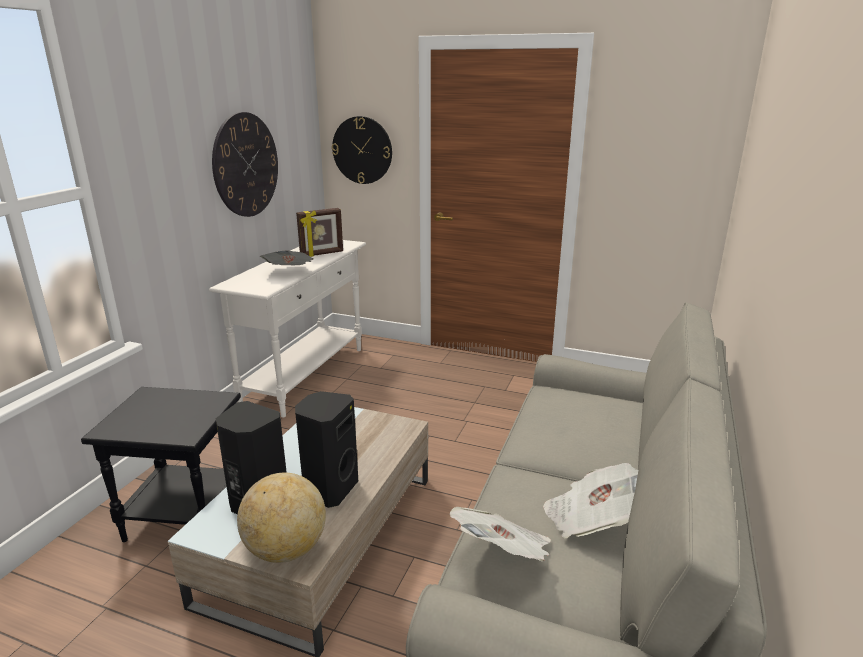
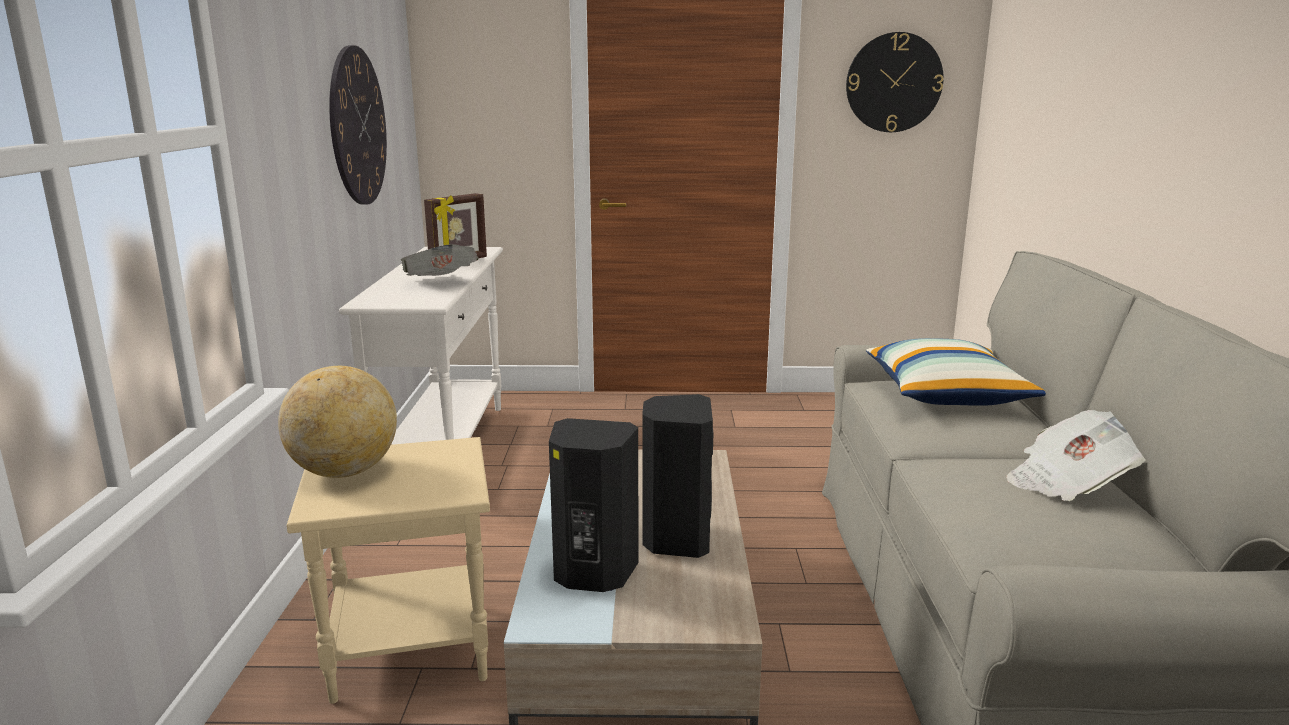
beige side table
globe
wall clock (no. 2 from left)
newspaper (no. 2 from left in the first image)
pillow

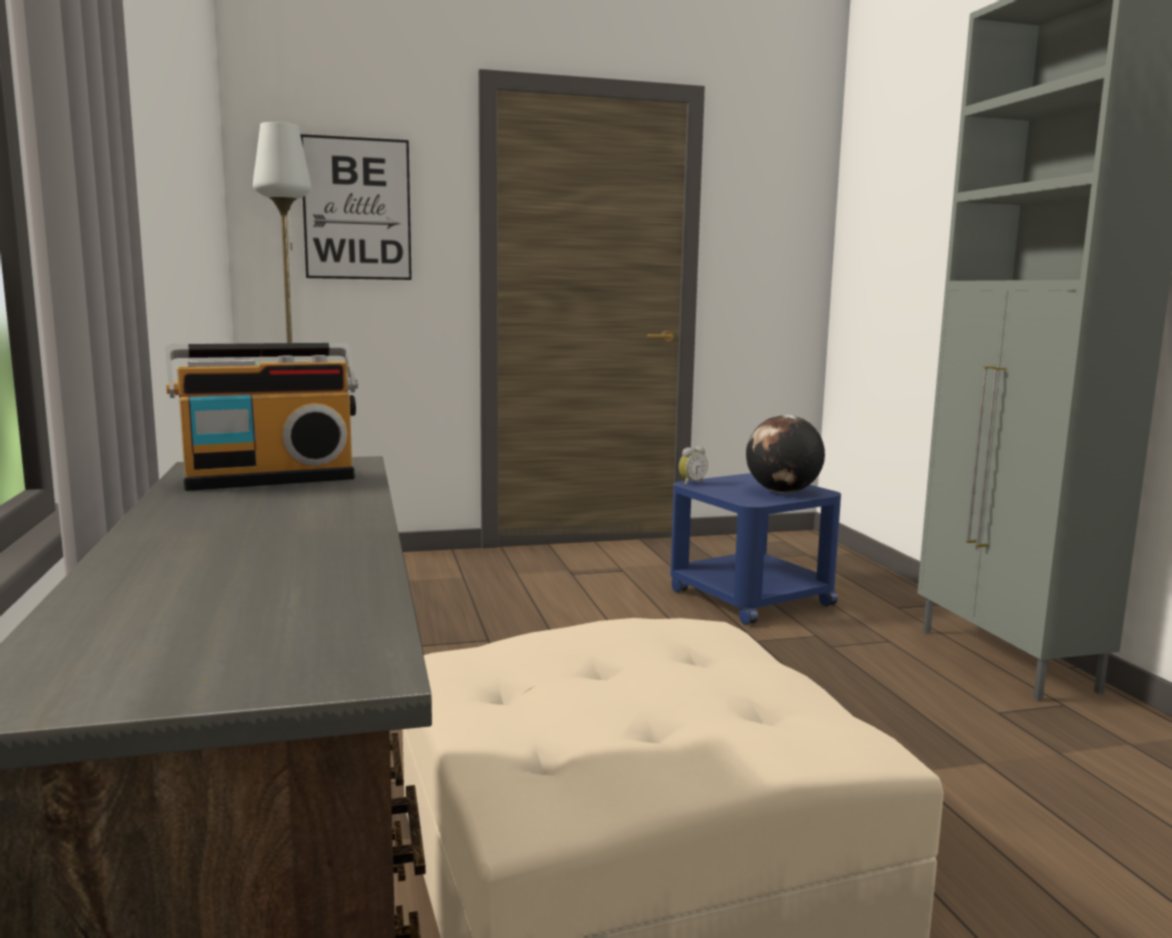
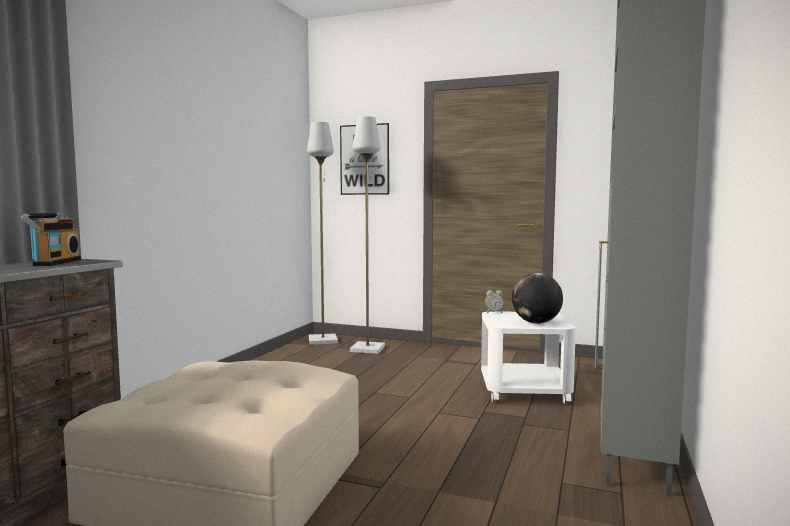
radio
white side table
grey floor lamp (no. 2 from left)

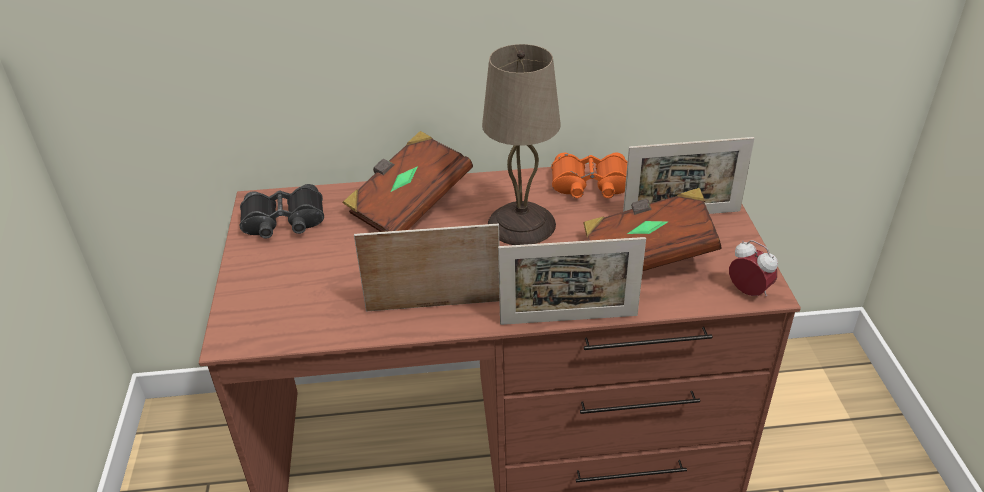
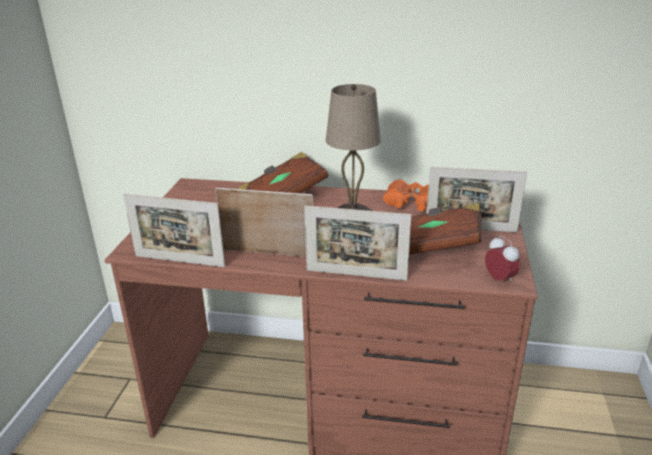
black binoculars
picture frame (no. 1 from left)

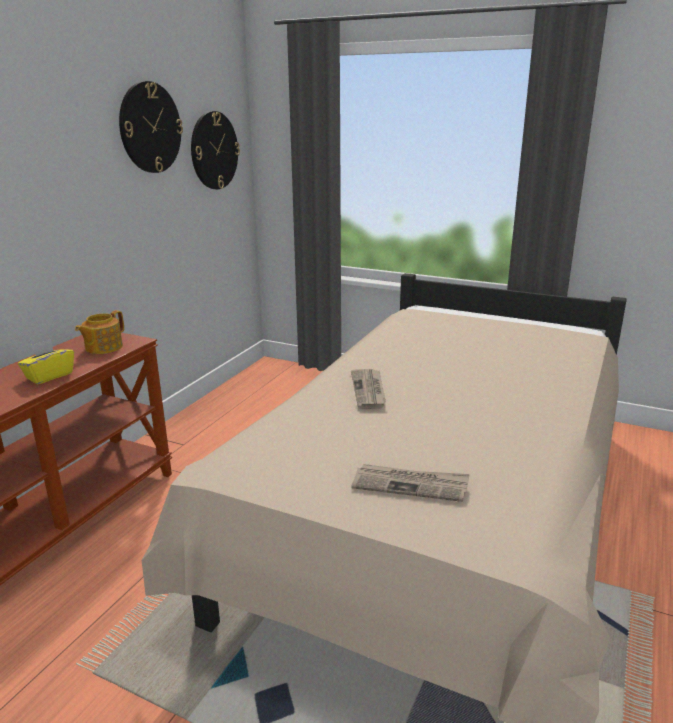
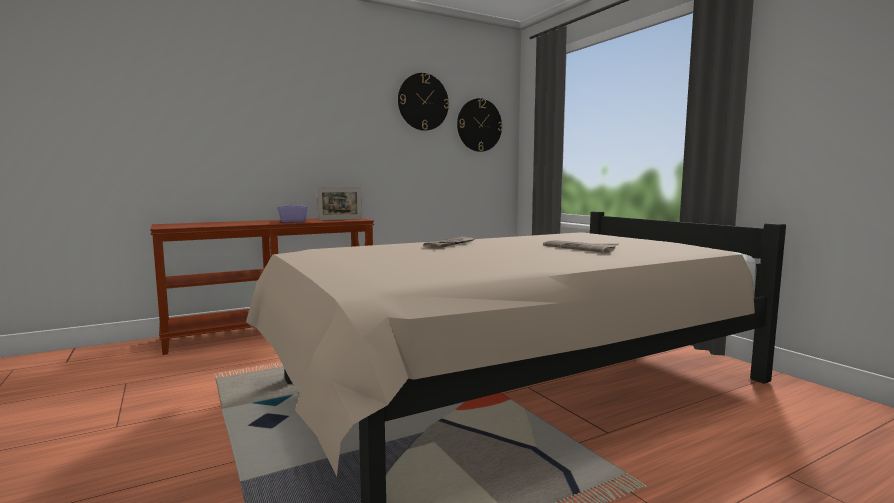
purple tissue box
picture frame
newspaper (no. 2 from left)

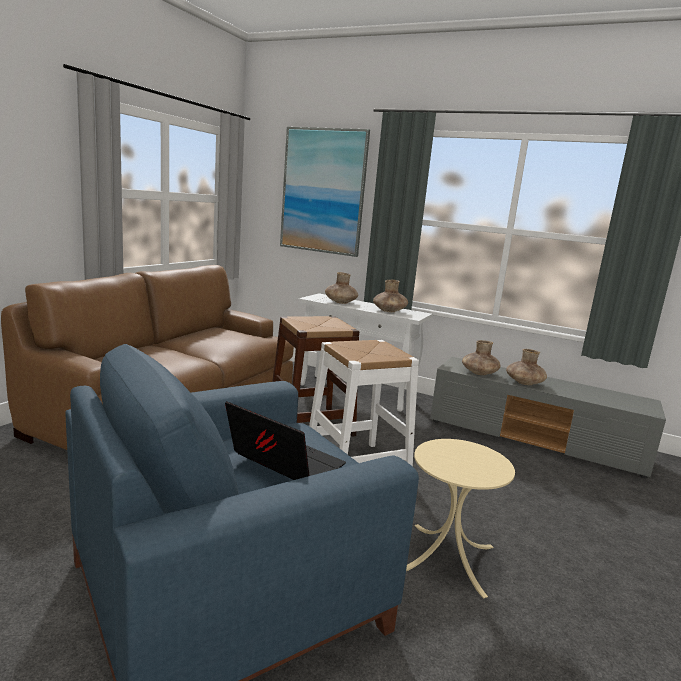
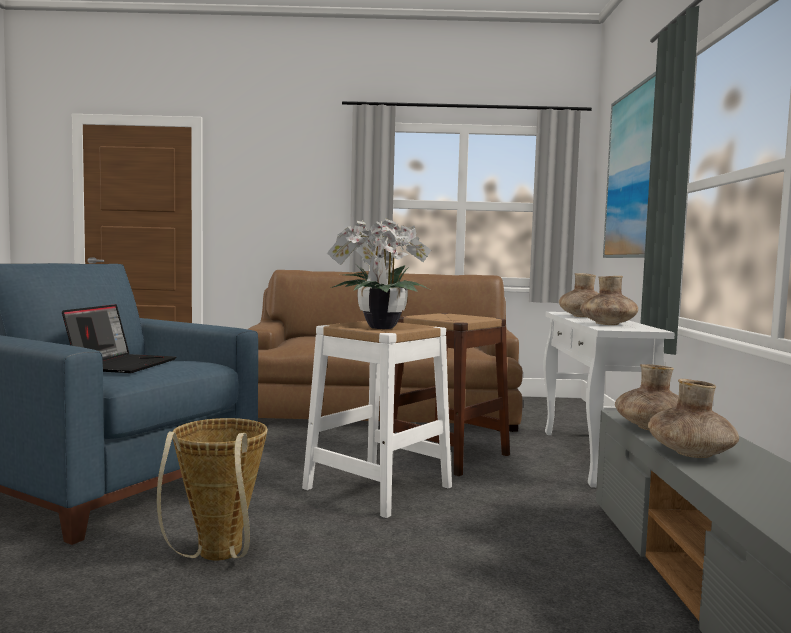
basket
potted plant

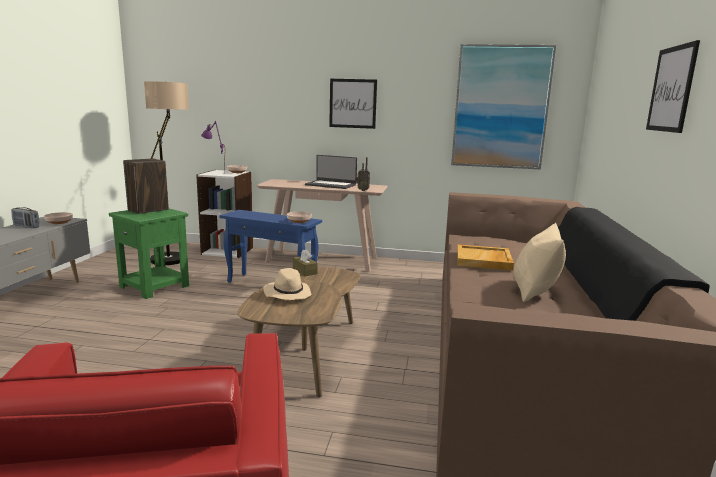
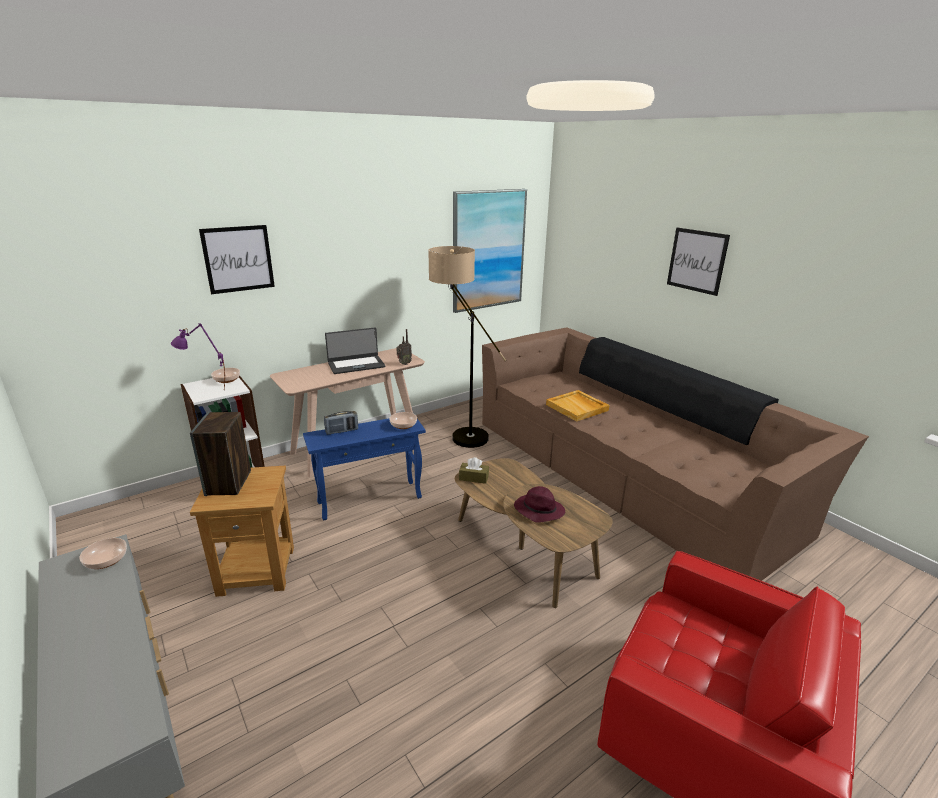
radio (no. 1 from left)
brown side table
floor lamp
purple hat
picture (no. 1 from left)
beige pillow

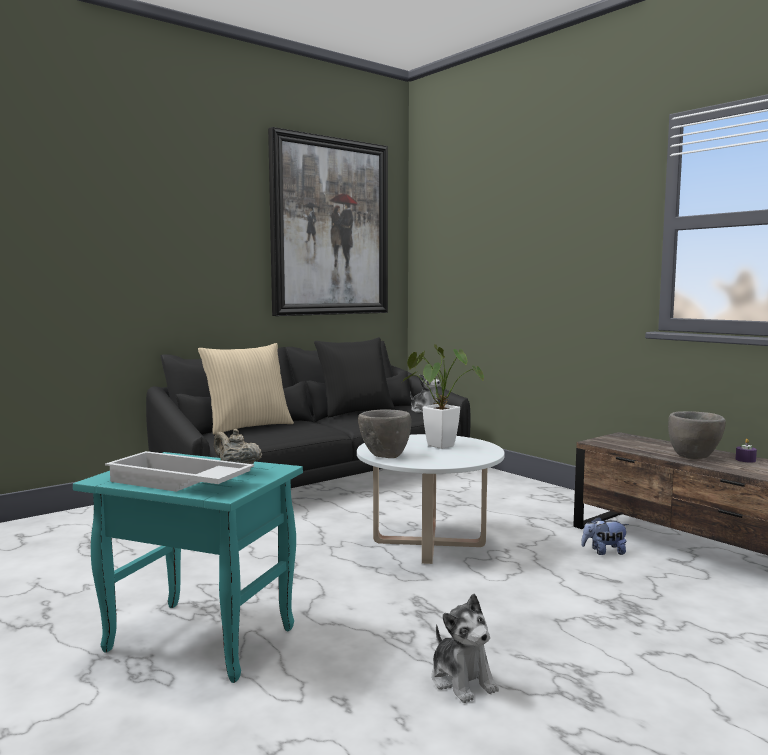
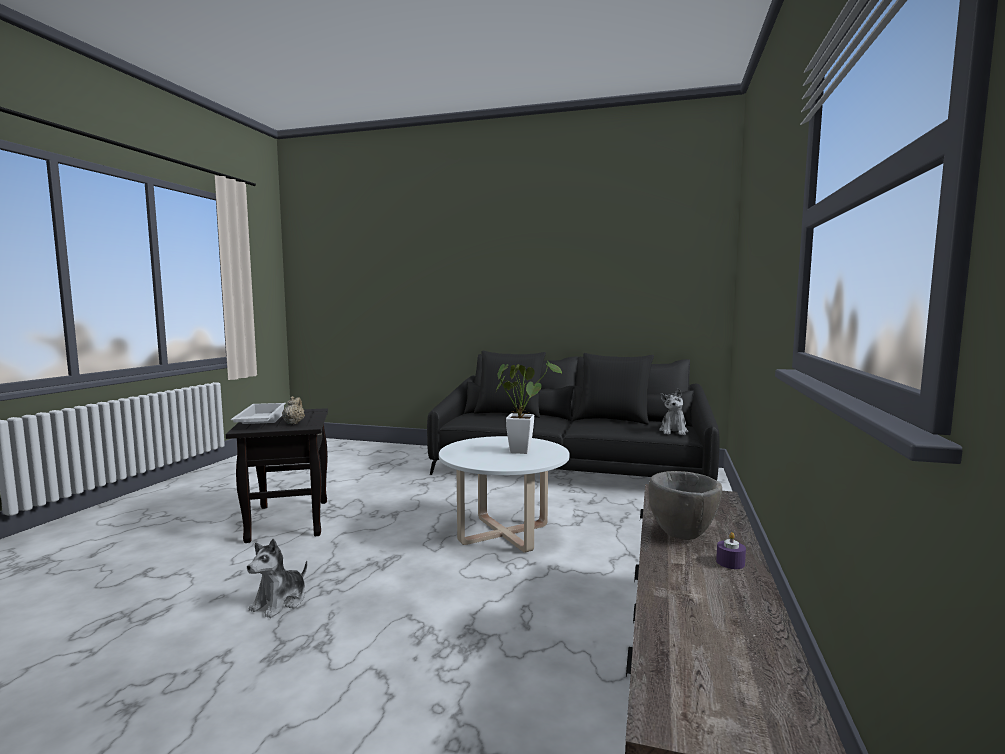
black side table
black pillow (no. 1 from left)
picture
grey bowl (no. 1 from left in the first image)
plush toy (no. 3 from left in the first image)

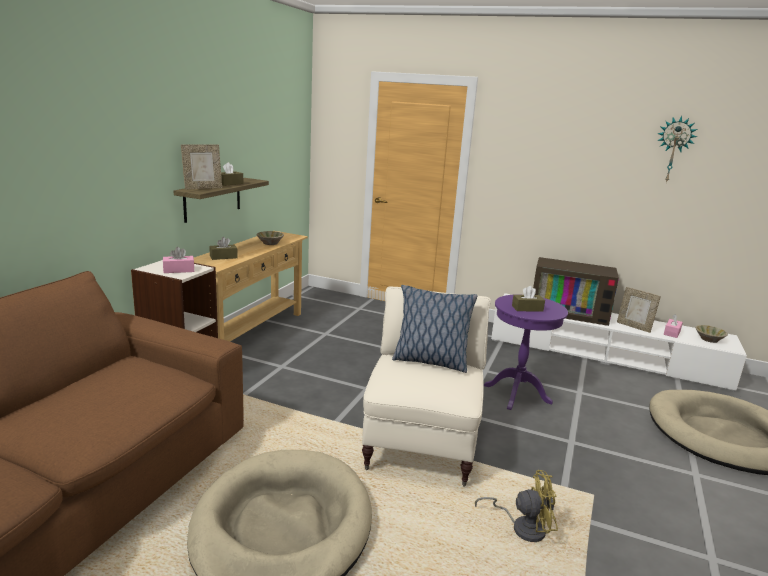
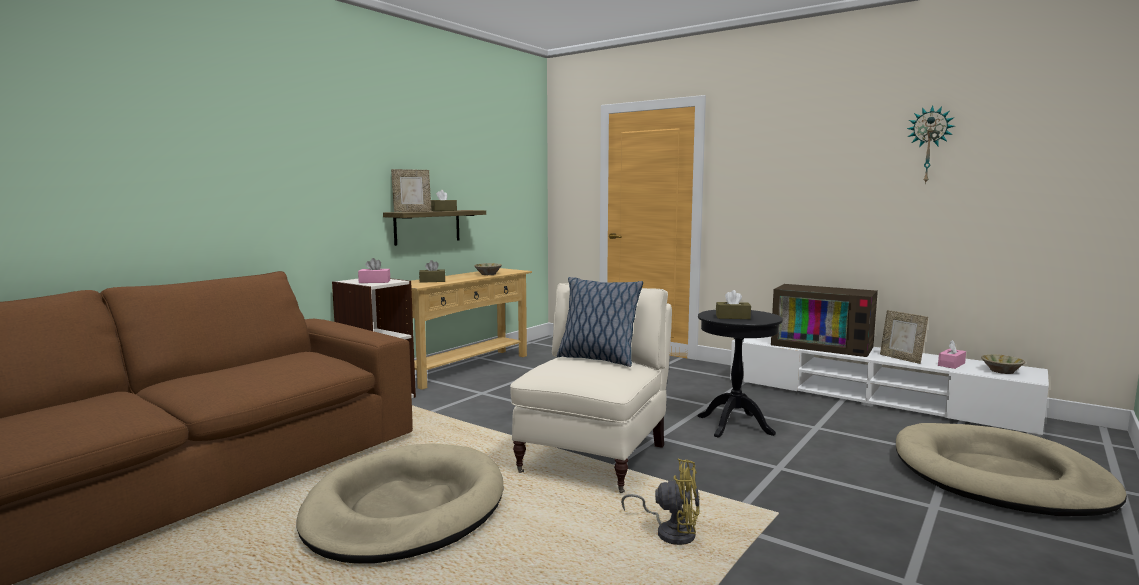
black side table

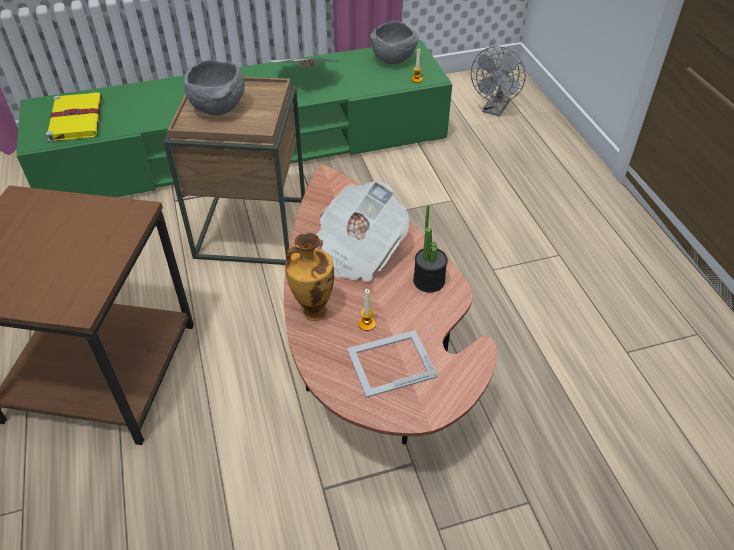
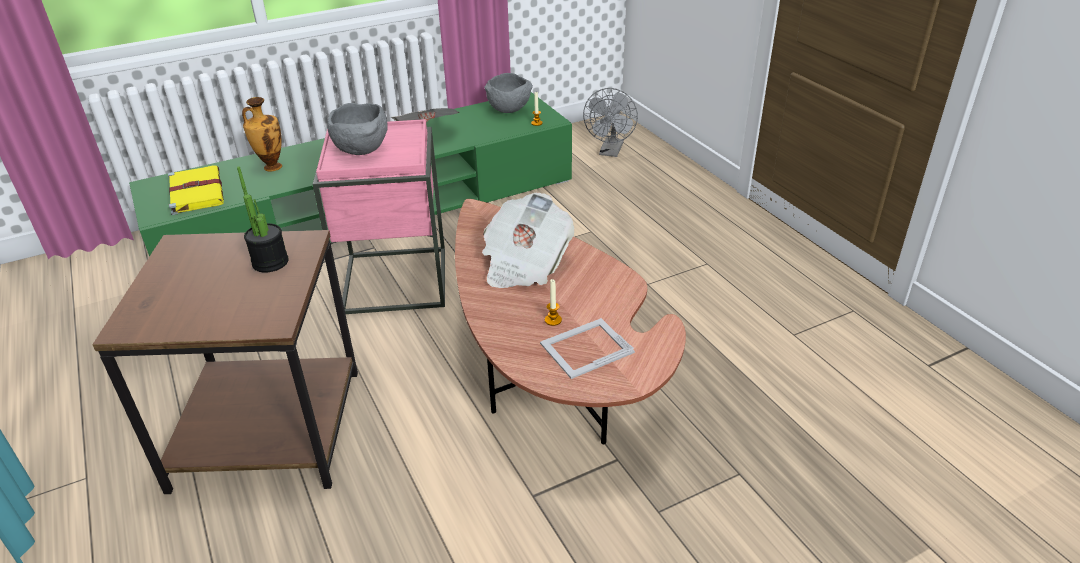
pink side table
vase
potted plant

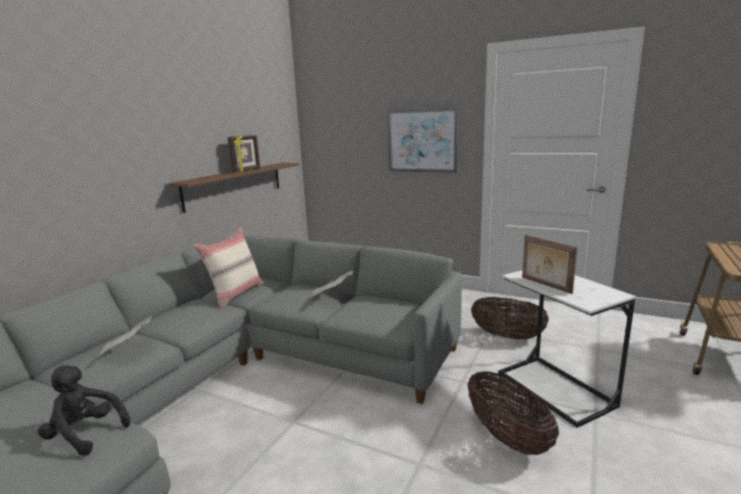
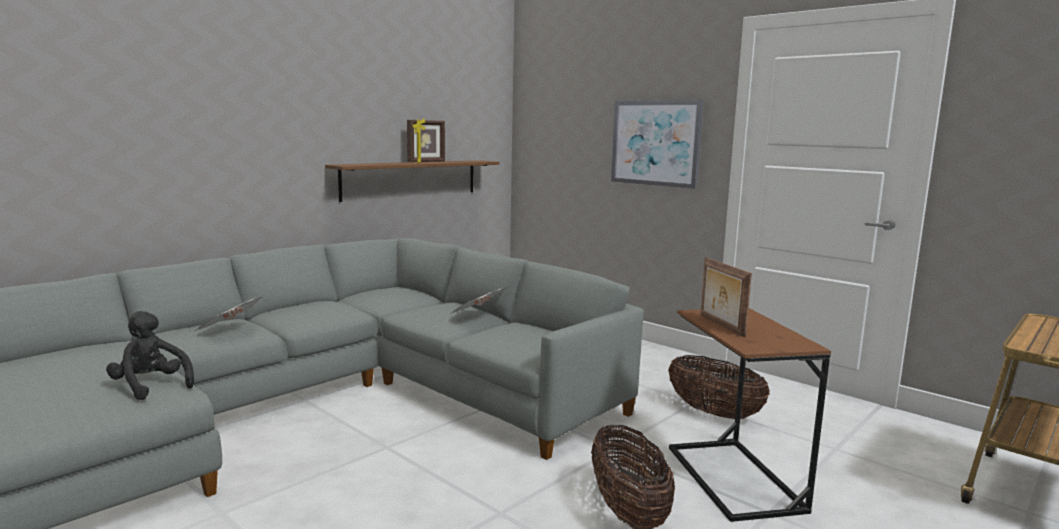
beige pillow
brown side table

